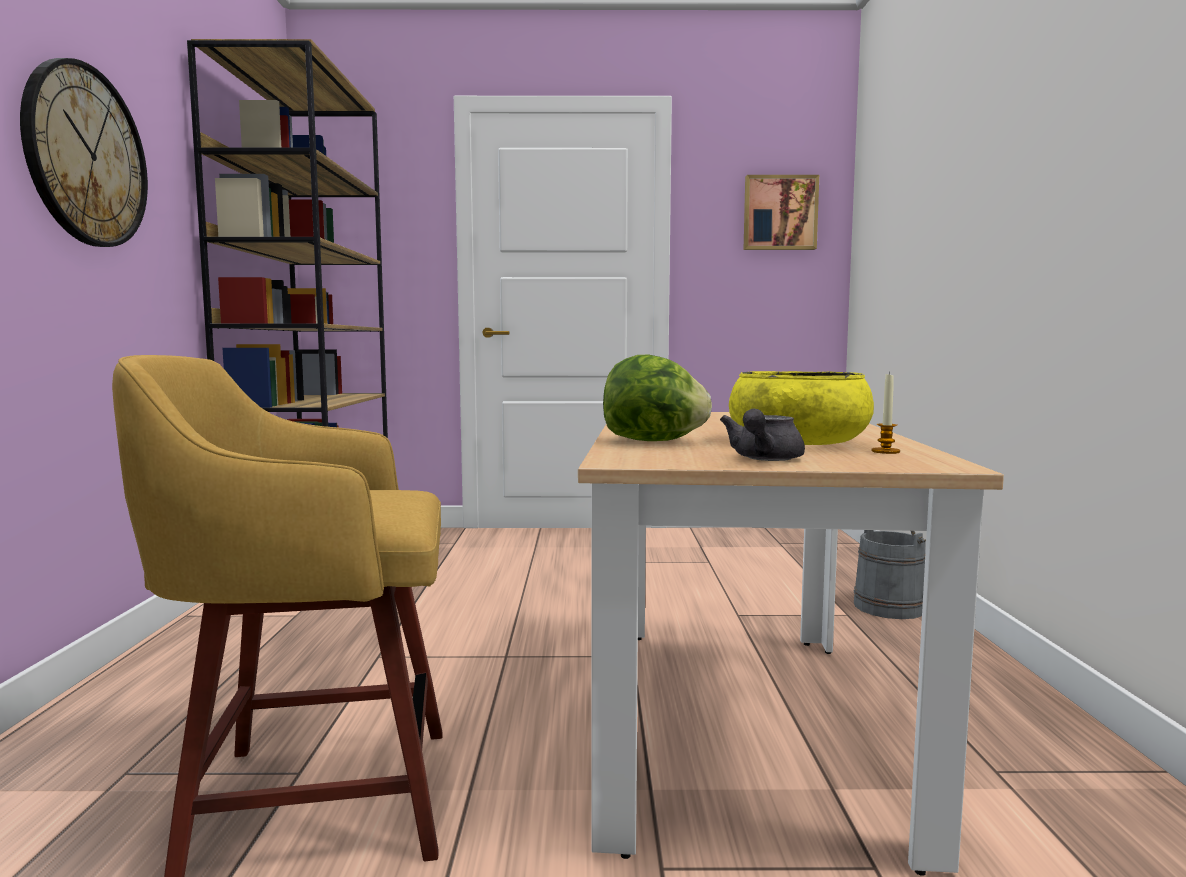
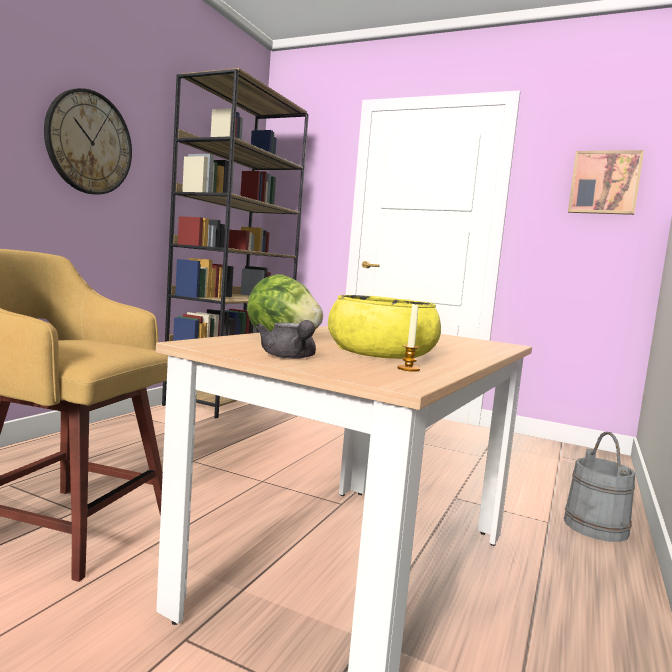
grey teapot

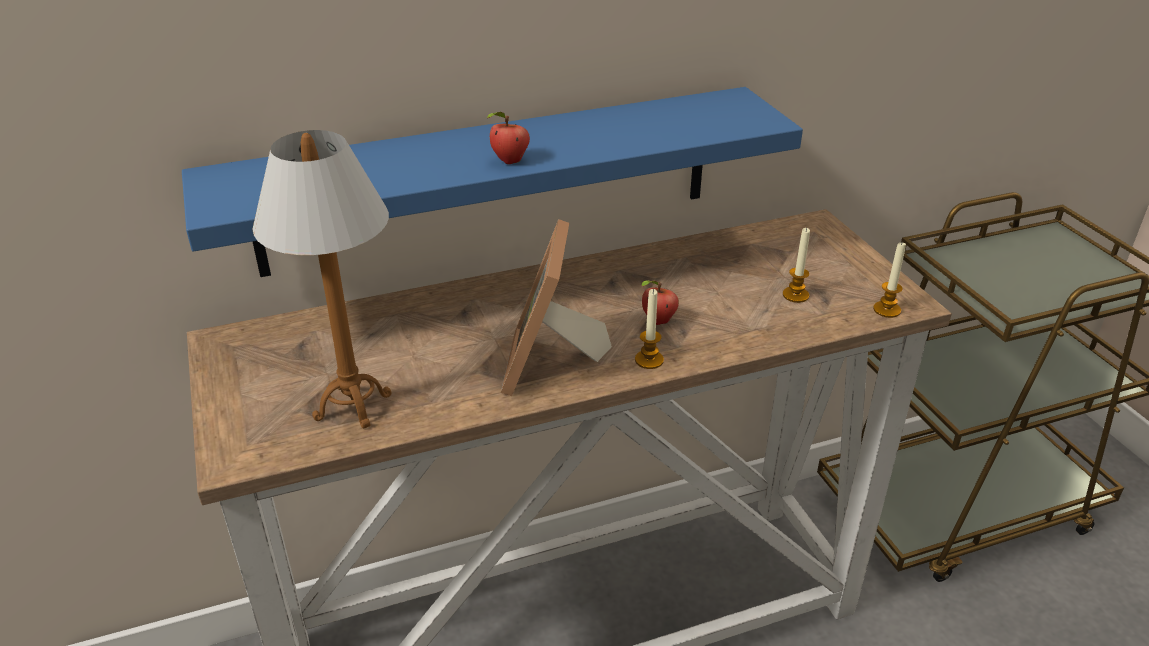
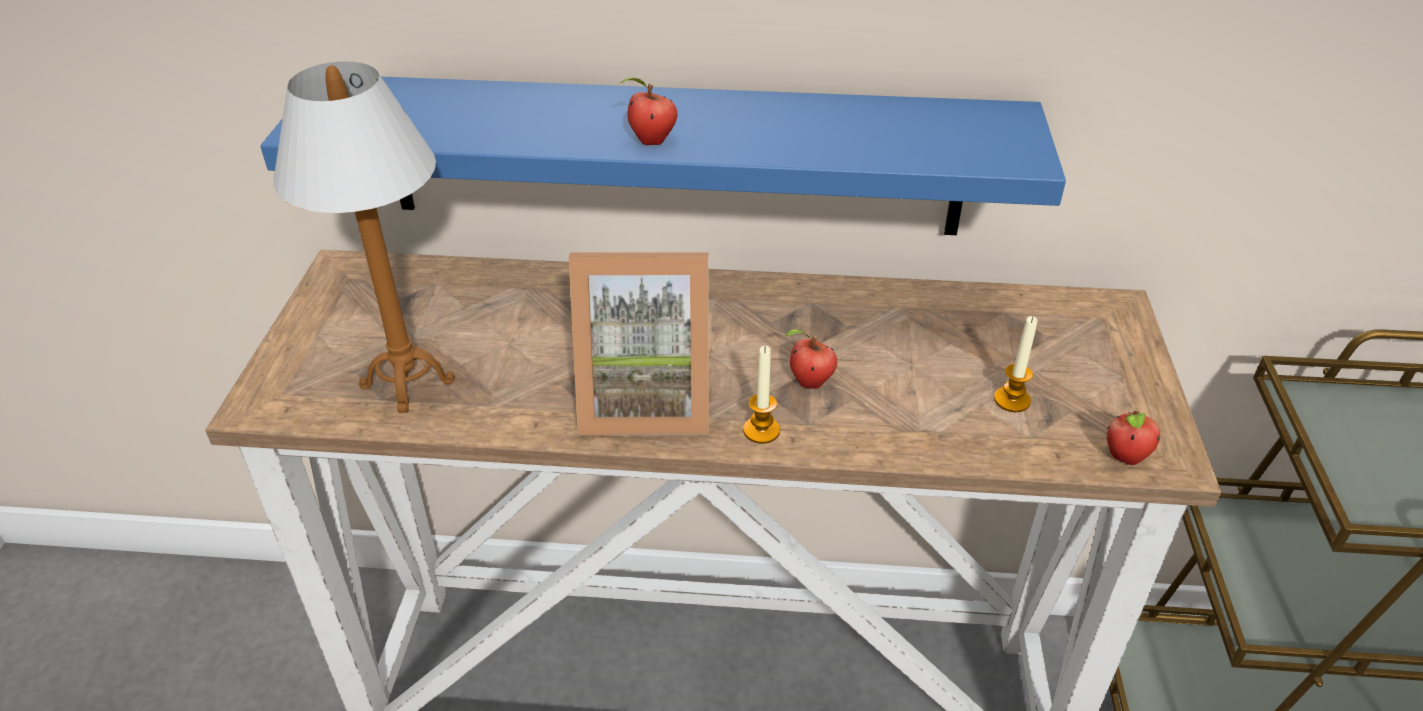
picture frame
apple (no. 3 from left)

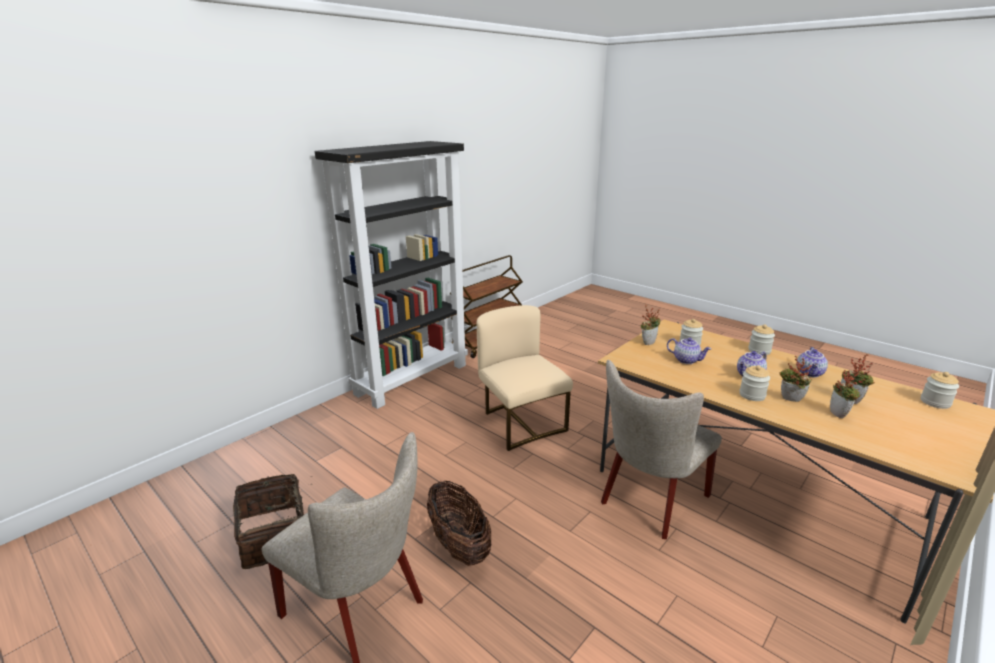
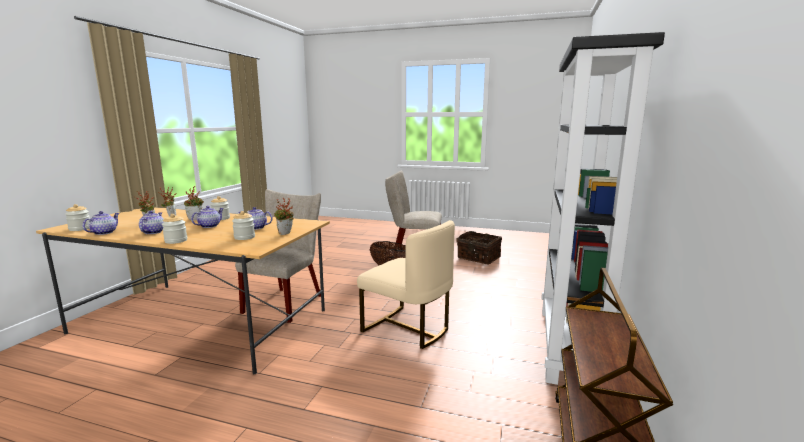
teapot (no. 1 from left)

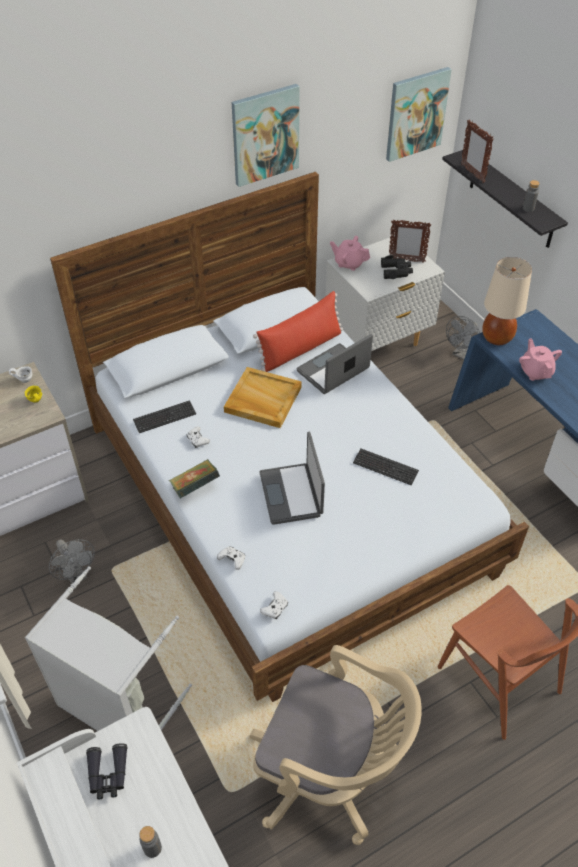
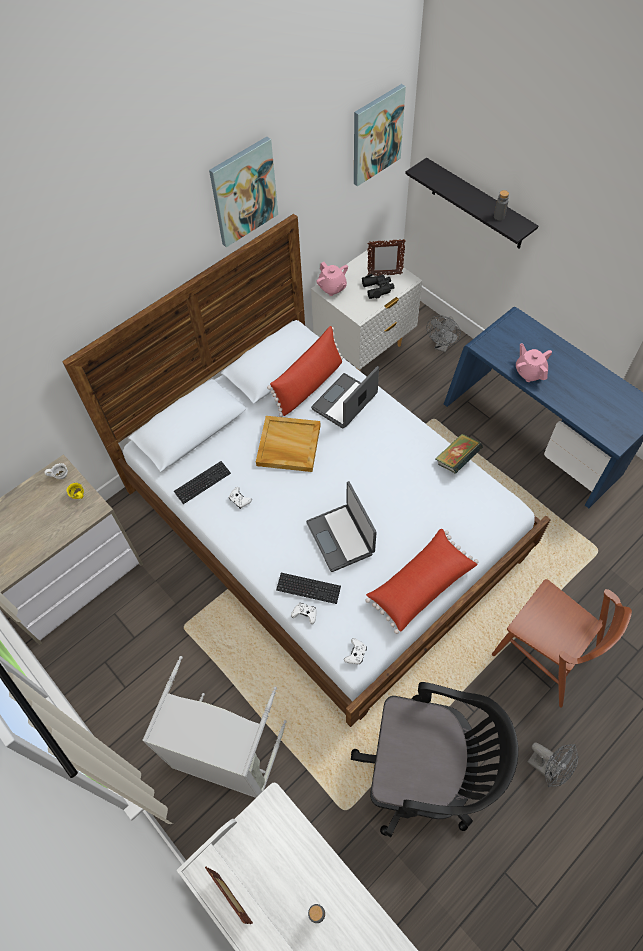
grey fan (no. 2 from left)
black binoculars (no. 1 from left in the first image)
book
black office chair
pink teapot (no. 1 from left)
keyboard (no. 2 from left)
picture frame (no. 1 from left)
beige table lamp
red pillow (no. 2 from left)

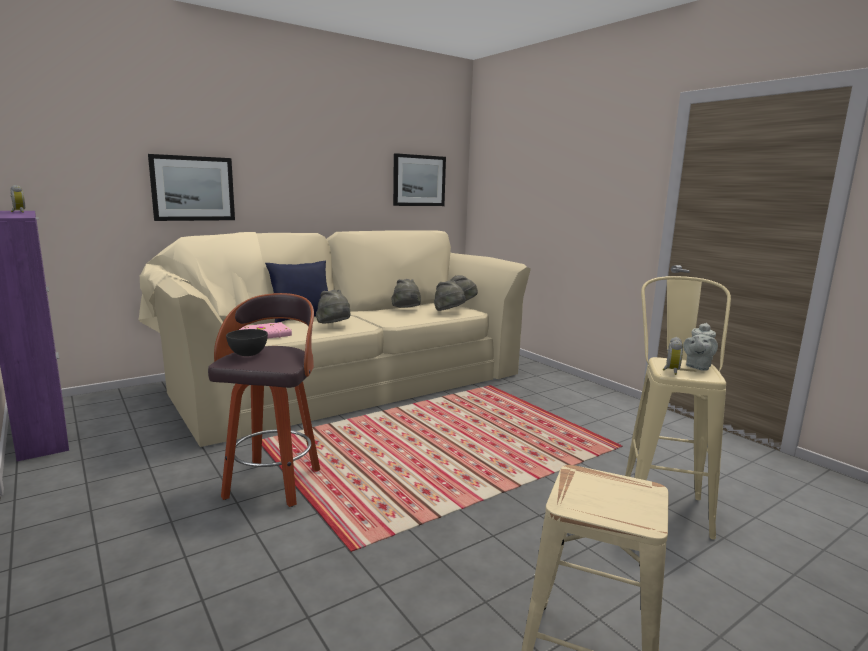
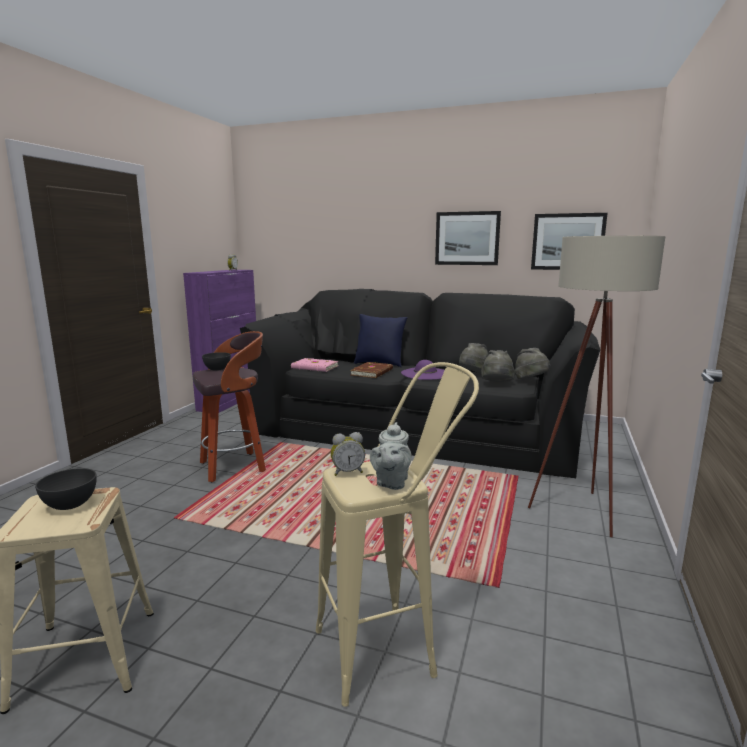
black sofa
picture (no. 1 from left)
brown book
grey teapot
grey bowl (no. 1 from left)
purple hat
beige floor lamp

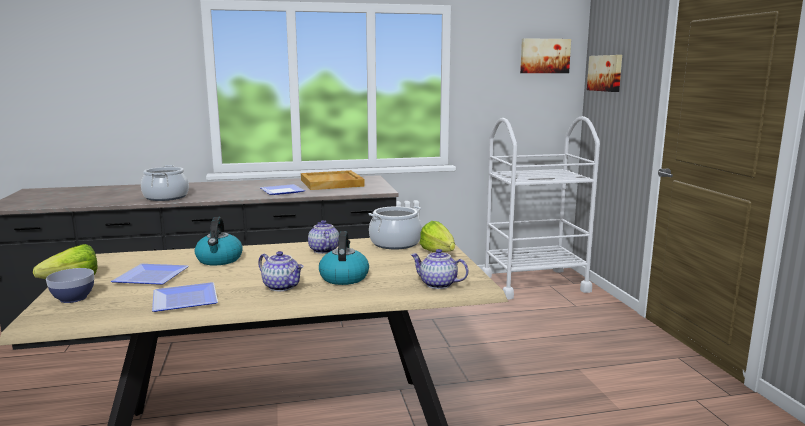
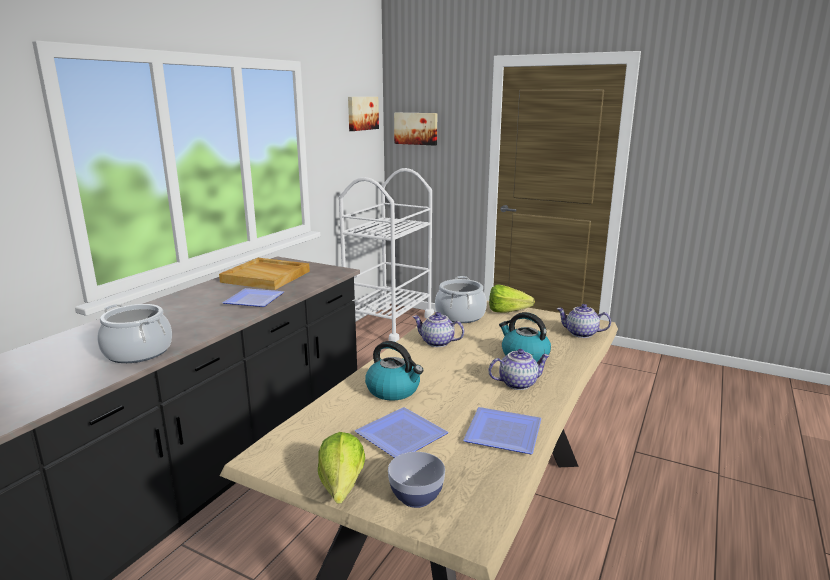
teapot (no. 3 from left)

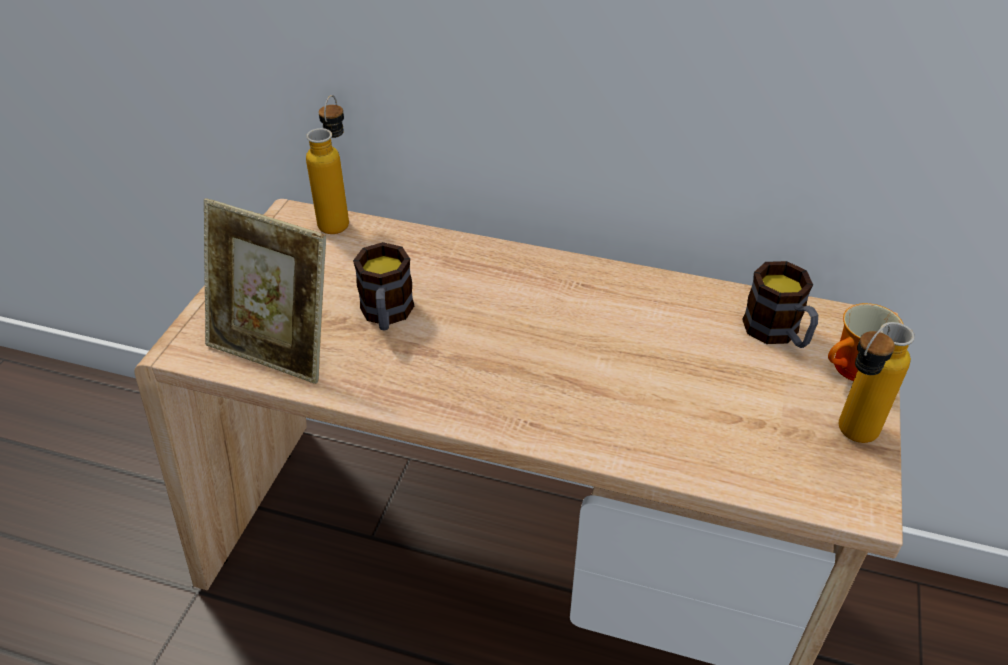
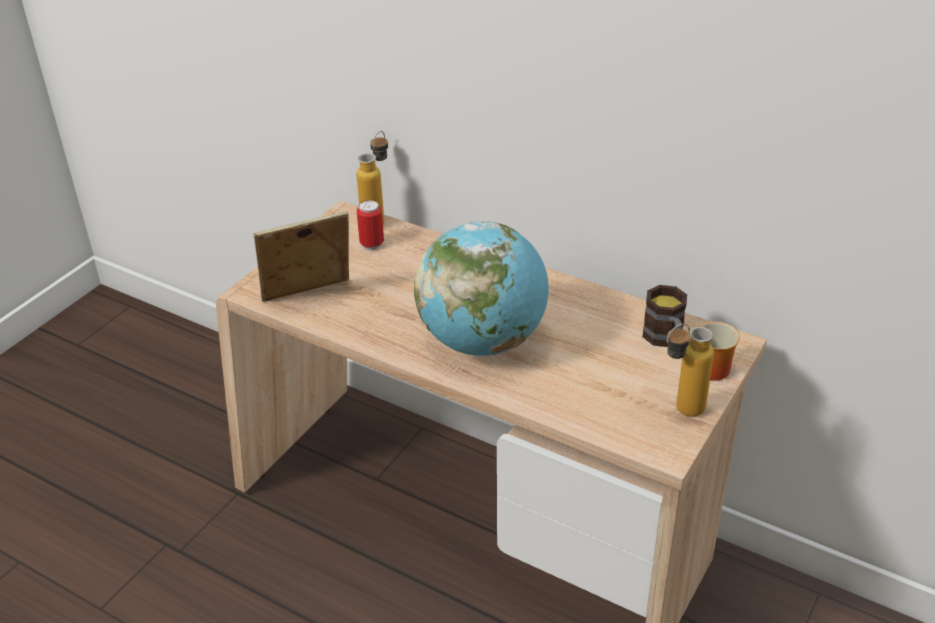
picture frame
mug (no. 1 from left in the first image)
can
globe

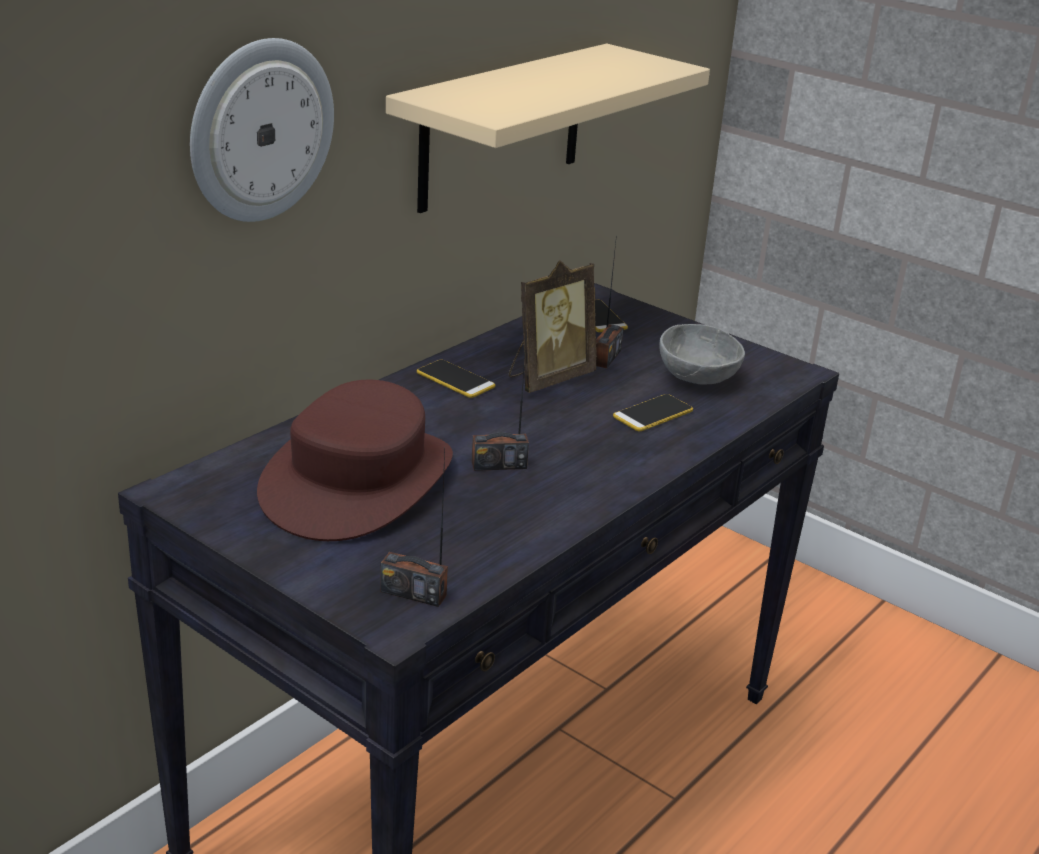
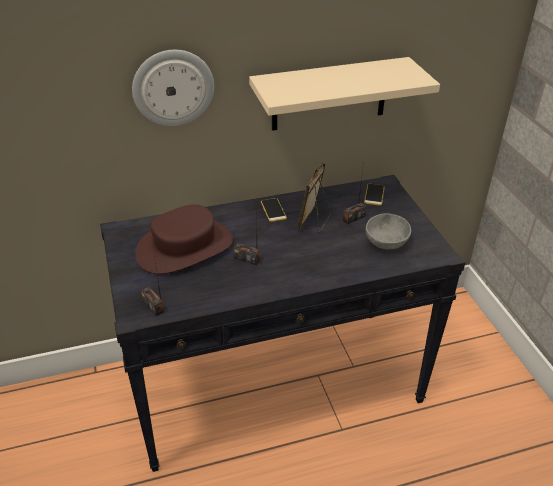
picture frame
phone (no. 3 from left in the first image)

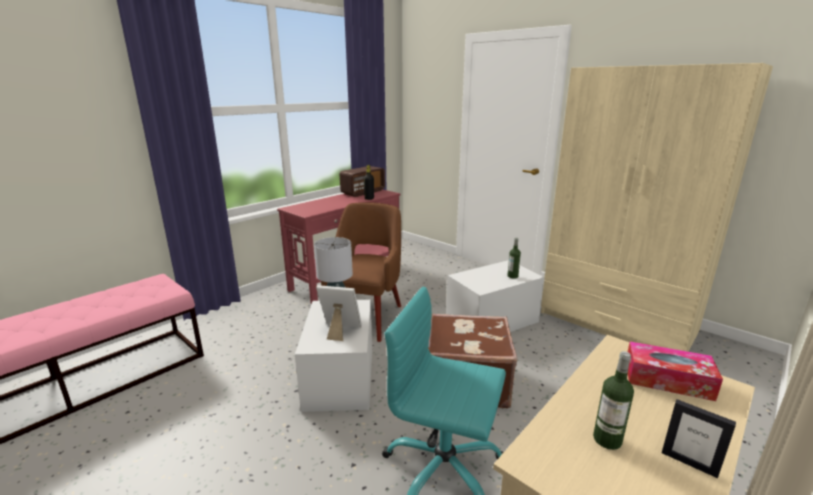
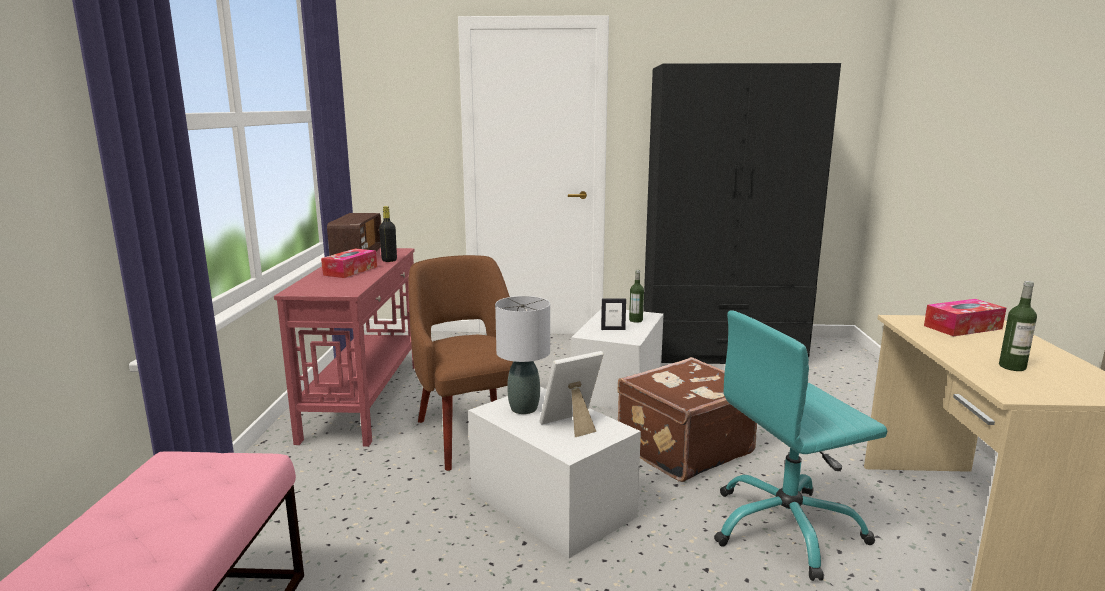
black wardrobe
picture frame (no. 2 from left)
tissue box (no. 1 from left)

